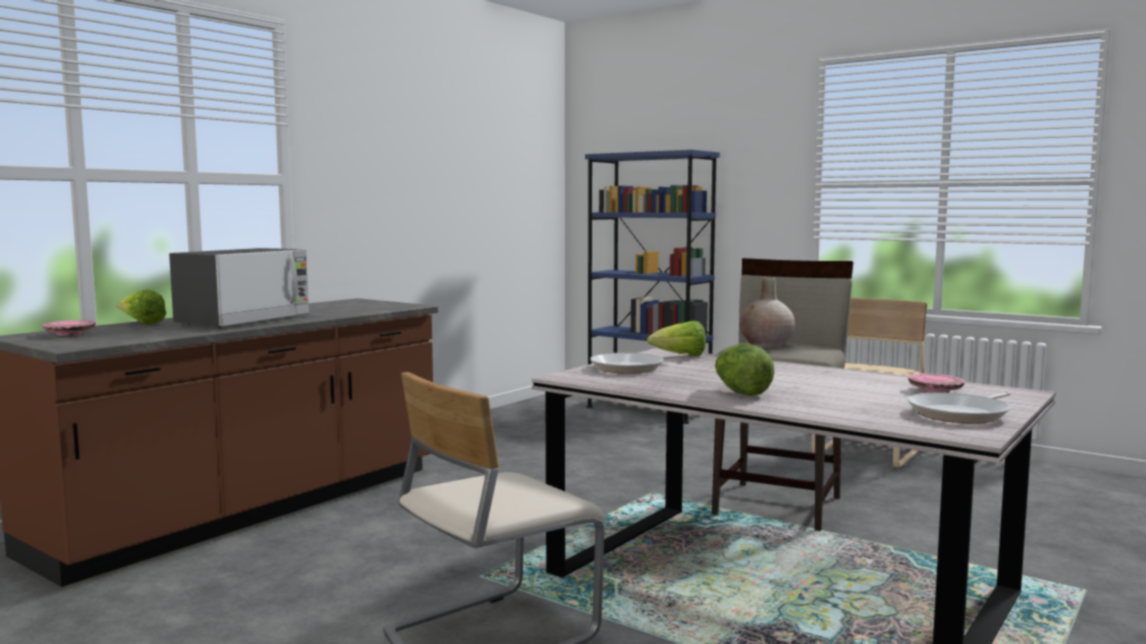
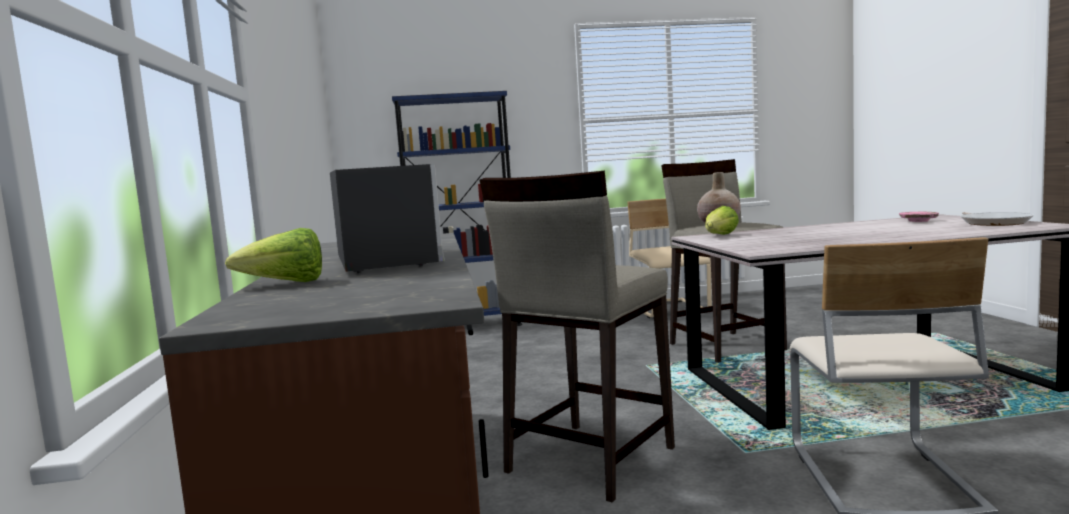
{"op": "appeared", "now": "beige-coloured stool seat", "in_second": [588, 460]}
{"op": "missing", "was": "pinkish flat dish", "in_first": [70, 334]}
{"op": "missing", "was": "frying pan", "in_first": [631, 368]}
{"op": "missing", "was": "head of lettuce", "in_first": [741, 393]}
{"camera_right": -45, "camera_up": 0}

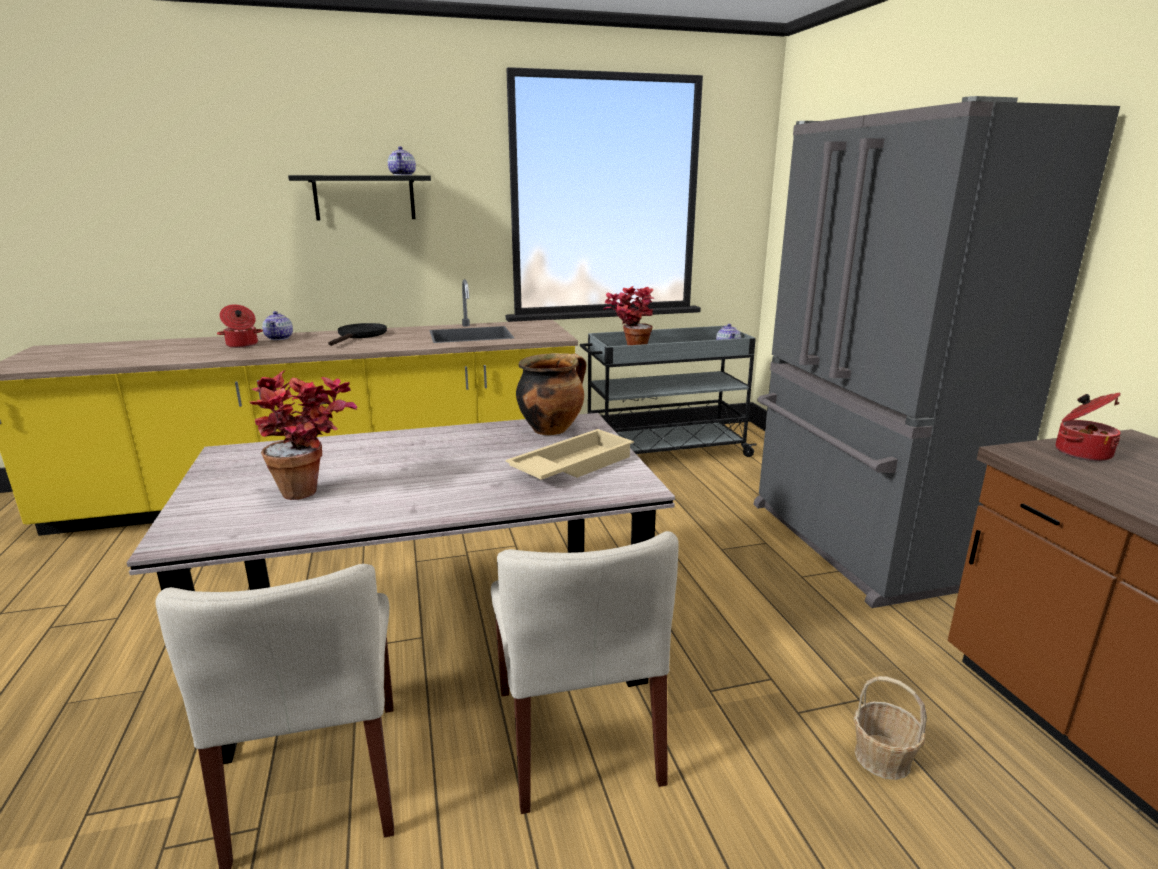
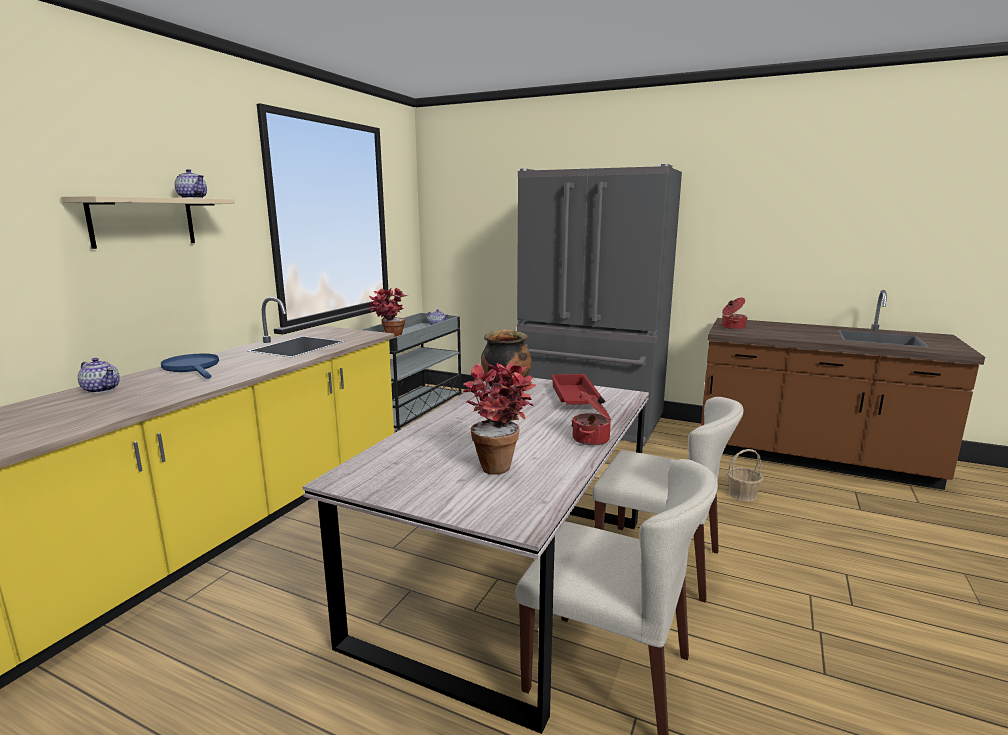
{"op": "colour", "was": "black-coloured bracket shelf", "now": "beige-coloured bracket shelf", "in_first": [364, 198], "in_second": [143, 222]}
{"op": "colour", "was": "black-coloured frying pan", "now": "bluish frying pan", "in_first": [359, 335], "in_second": [193, 368]}
{"op": "colour", "was": "beige-coloured serving tray", "now": "red serving tray", "in_first": [571, 465], "in_second": [573, 397]}
{"op": "relocated", "was": "cooking pot", "in_first": [242, 345], "in_second": [592, 439]}
{"camera_right": -50, "camera_up": -5}

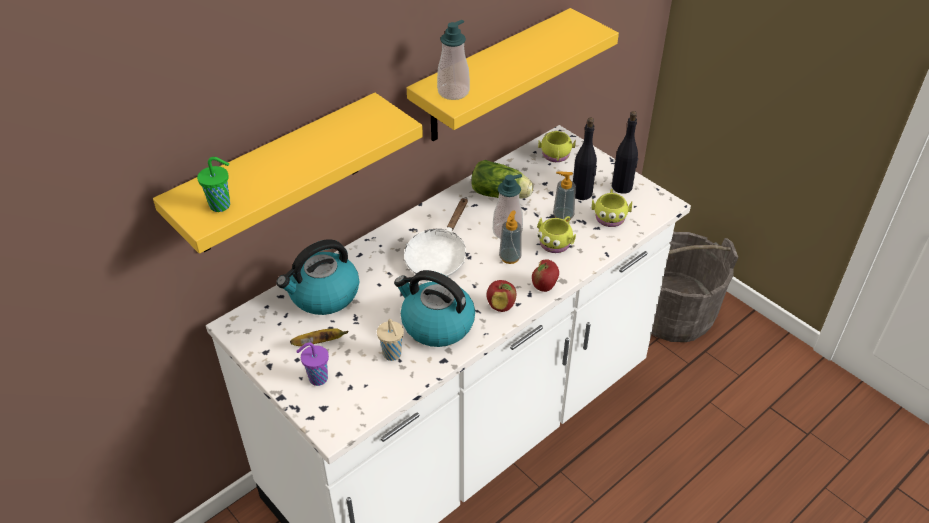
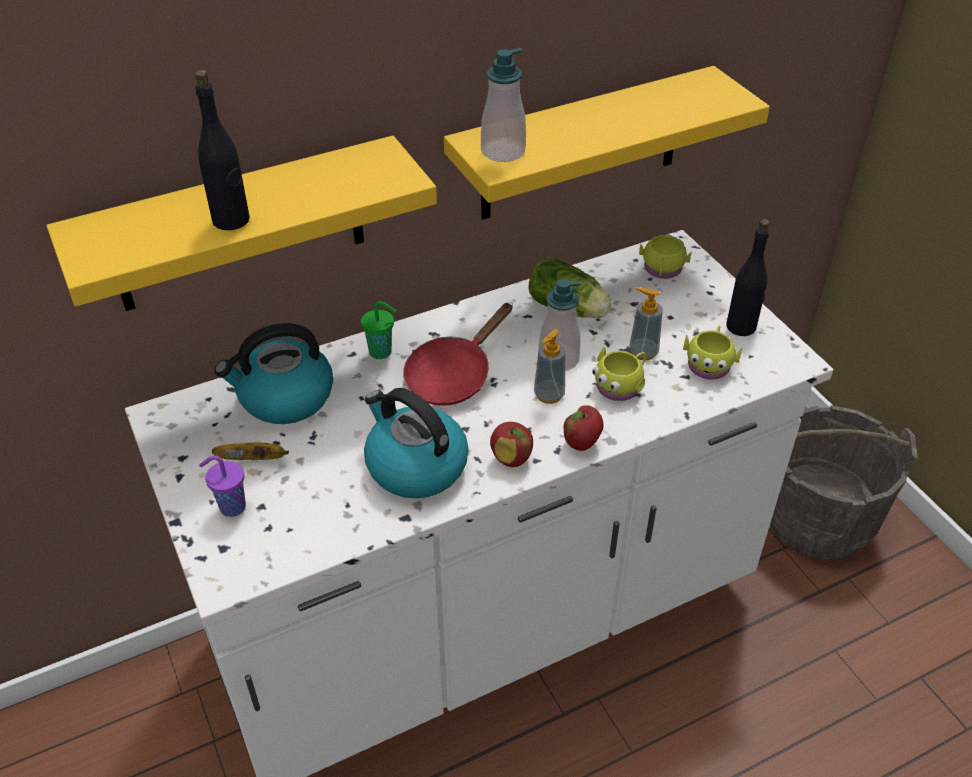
{"op": "relocated", "was": "black-coloured bottle", "in_first": [582, 193], "in_second": [231, 220]}
{"op": "relocated", "was": "green small cup", "in_first": [221, 205], "in_second": [382, 352]}
{"op": "colour", "was": "white frying pan", "now": "red frying pan", "in_first": [438, 256], "in_second": [453, 375]}
{"op": "missing", "was": "beige-coloured small cup", "in_first": [392, 355]}
{"camera_right": 15, "camera_up": 0}

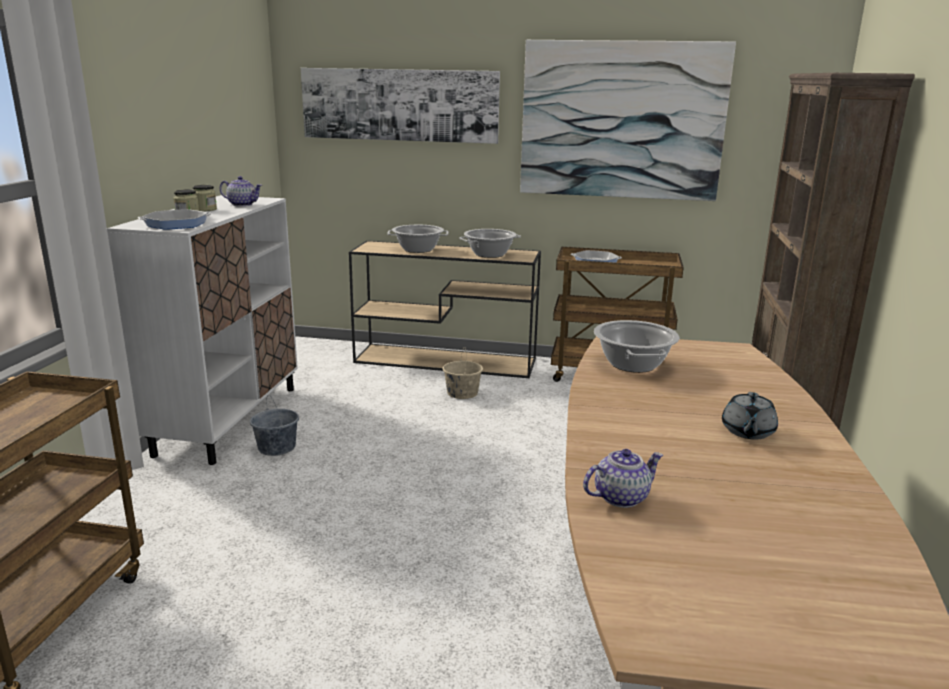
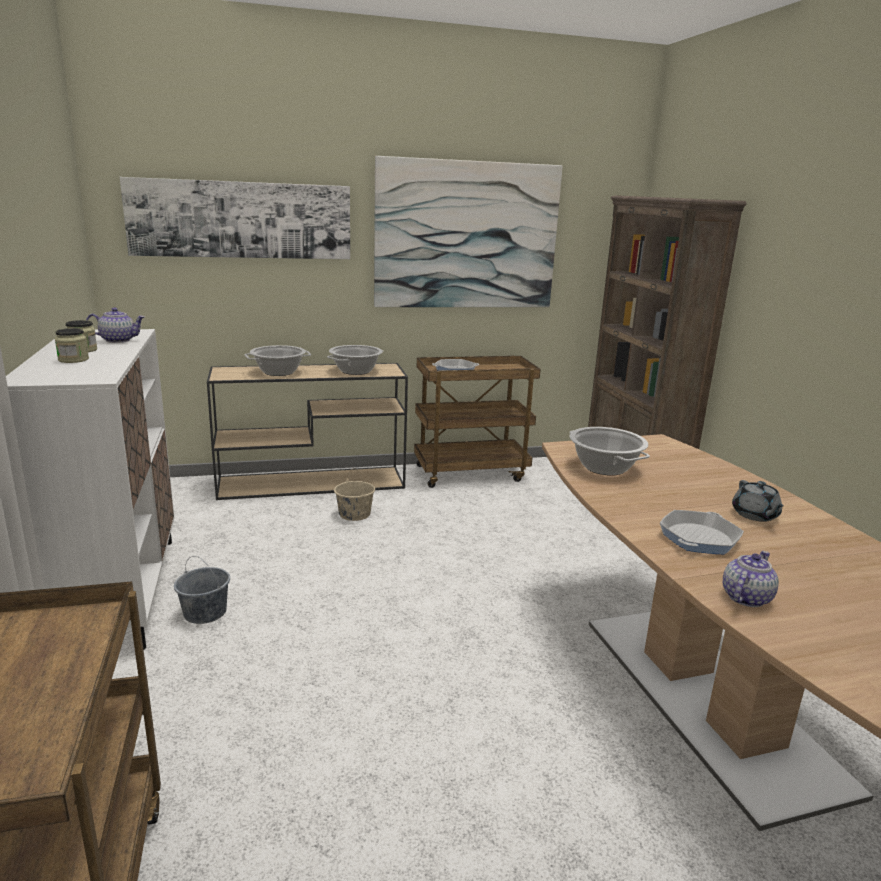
{"op": "relocated", "was": "frying pan", "in_first": [176, 224], "in_second": [699, 538]}
{"camera_right": -25, "camera_up": 0}

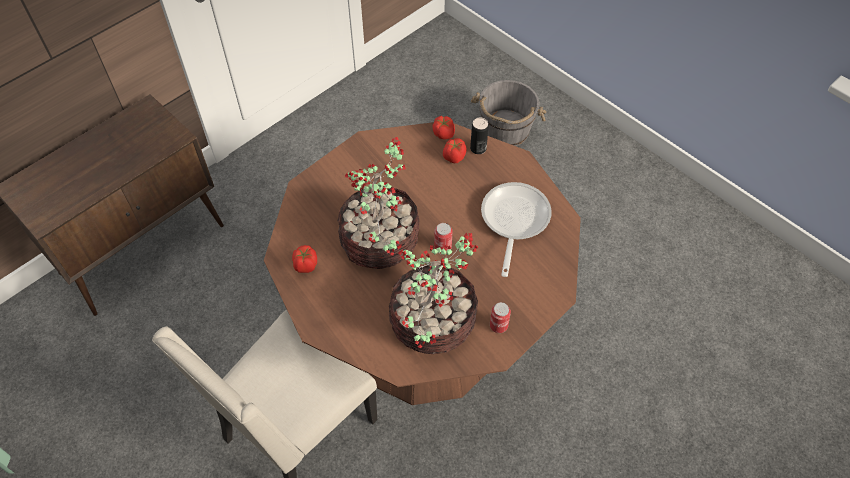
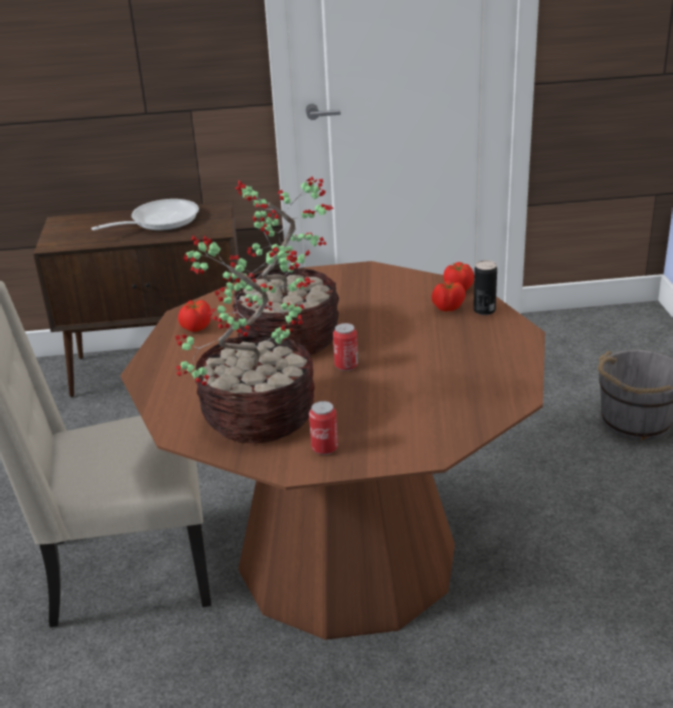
{"op": "relocated", "was": "frying pan", "in_first": [513, 221], "in_second": [159, 221]}
{"camera_right": 40, "camera_up": -25}

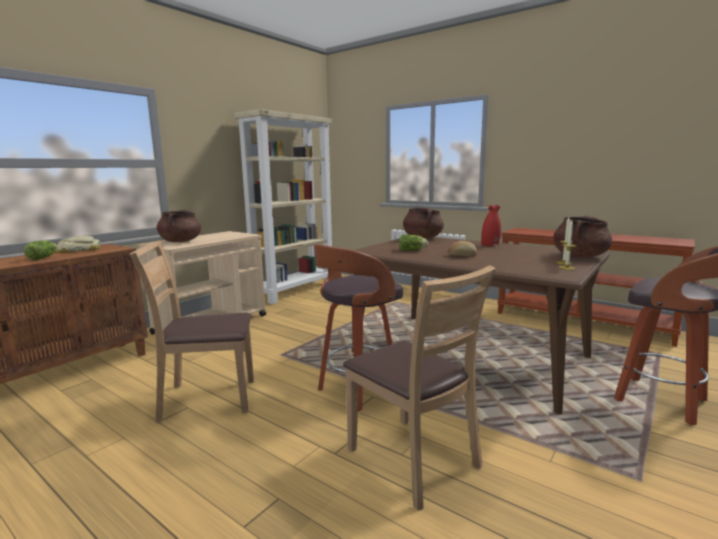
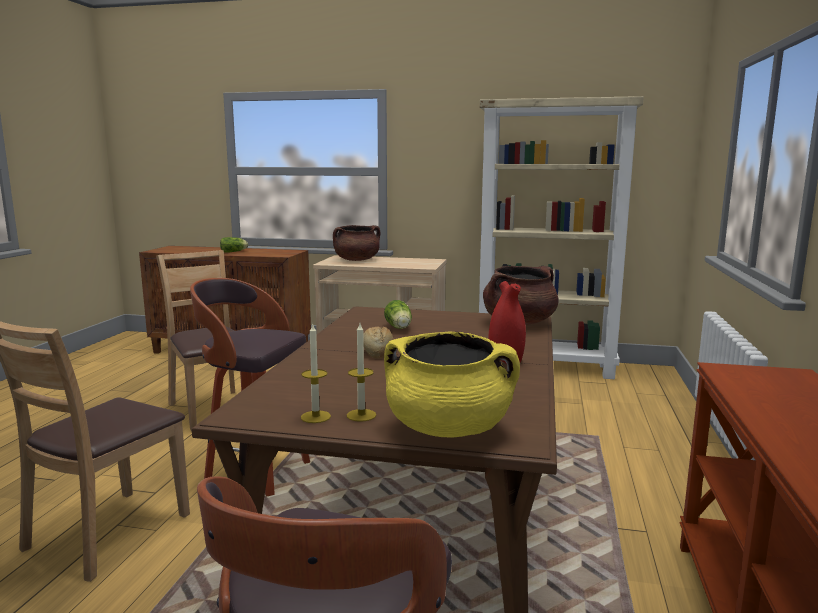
{"op": "colour", "was": "brown-coloured cooking pot", "now": "yellowish cooking pot", "in_first": [580, 256], "in_second": [449, 428]}
{"op": "missing", "was": "bread", "in_first": [79, 250]}
{"camera_right": 65, "camera_up": 0}

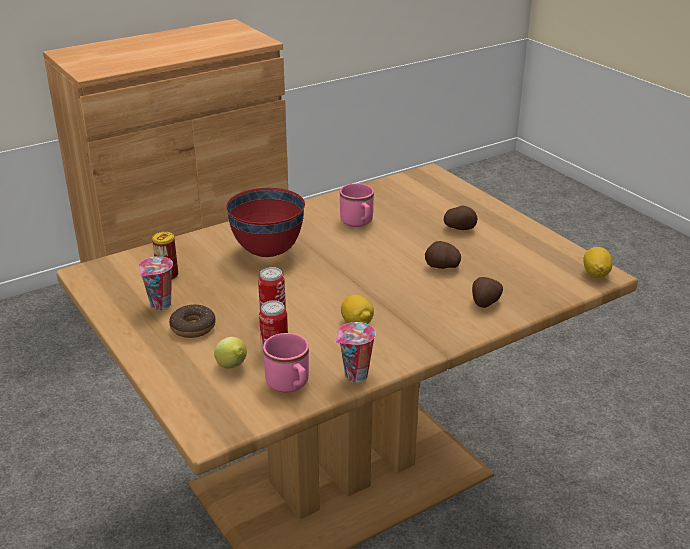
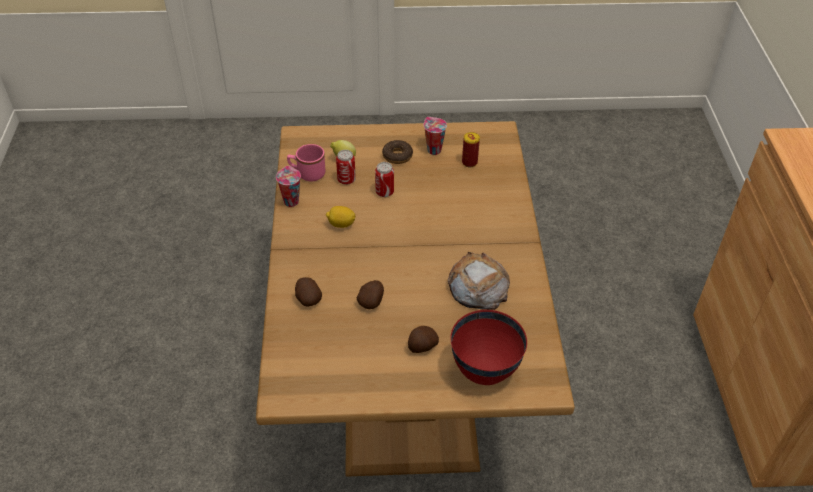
{"op": "exchanged", "was": "pinkish mug", "now": "bread", "in_first": [358, 223], "in_second": [477, 286]}
{"op": "relocated", "was": "red deep dish", "in_first": [268, 252], "in_second": [485, 370]}
{"op": "missing", "was": "whole lemon", "in_first": [595, 274]}
{"camera_right": 120, "camera_up": 15}

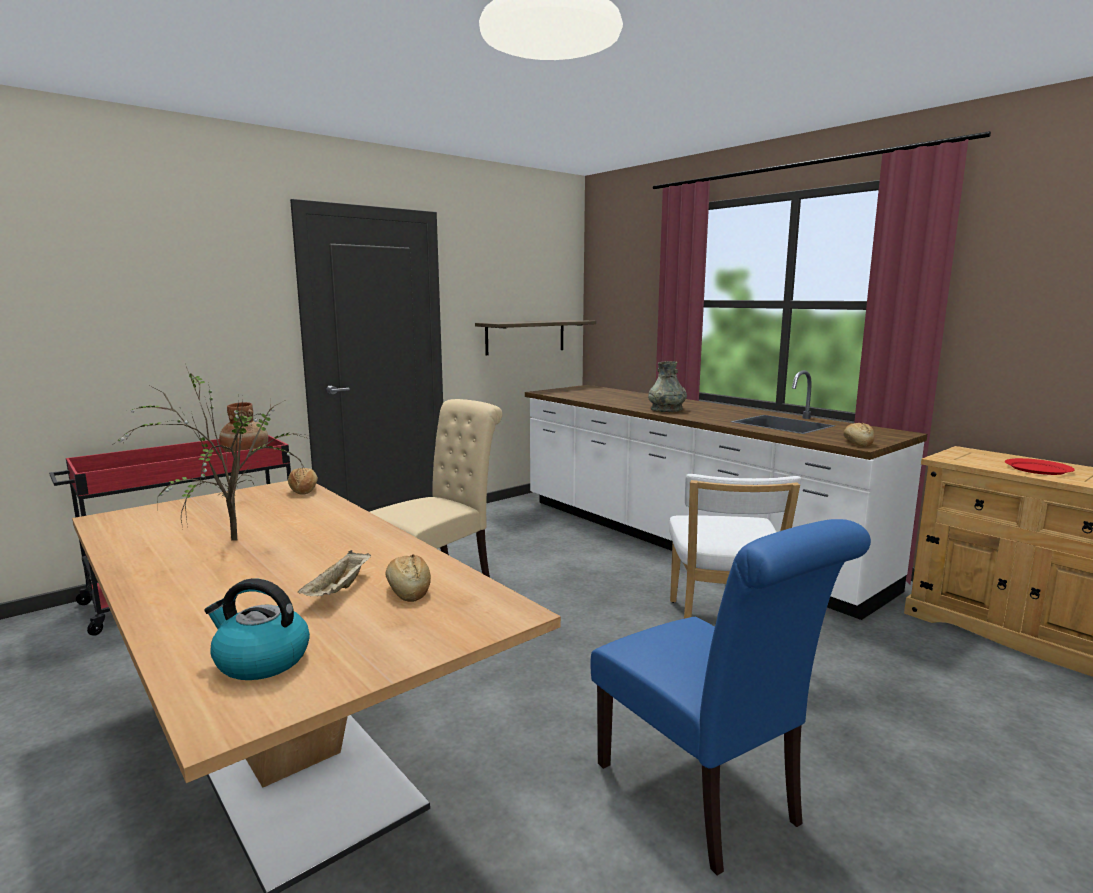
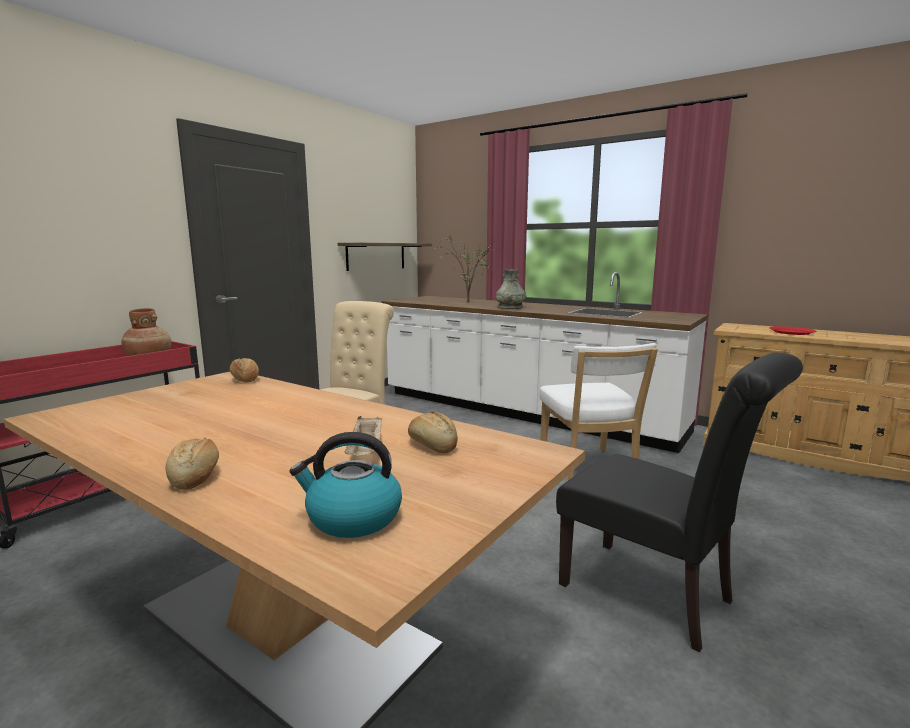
{"op": "relocated", "was": "bread", "in_first": [858, 443], "in_second": [195, 477]}
{"op": "relocated", "was": "plant in a pot", "in_first": [229, 539], "in_second": [465, 302]}
{"op": "colour", "was": "bluish upright chair", "now": "black-coloured upright chair", "in_first": [705, 799], "in_second": [655, 596]}
{"camera_right": -15, "camera_up": 0}

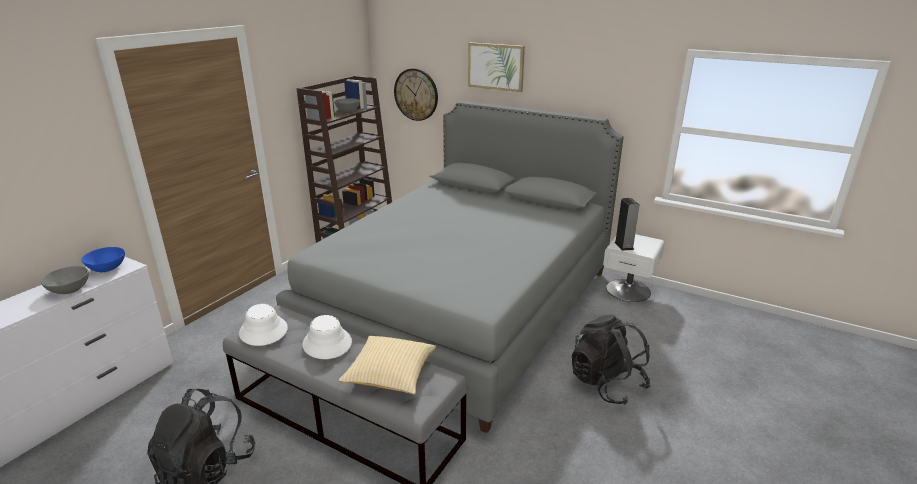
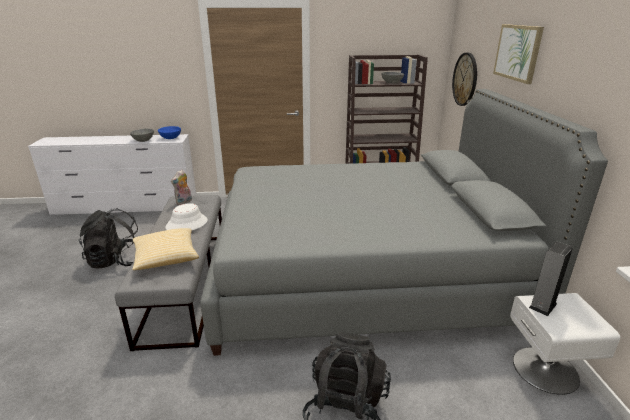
{"op": "exchanged", "was": "white hat", "now": "plush toy", "in_first": [263, 331], "in_second": [184, 202]}
{"camera_right": 55, "camera_up": 0}

